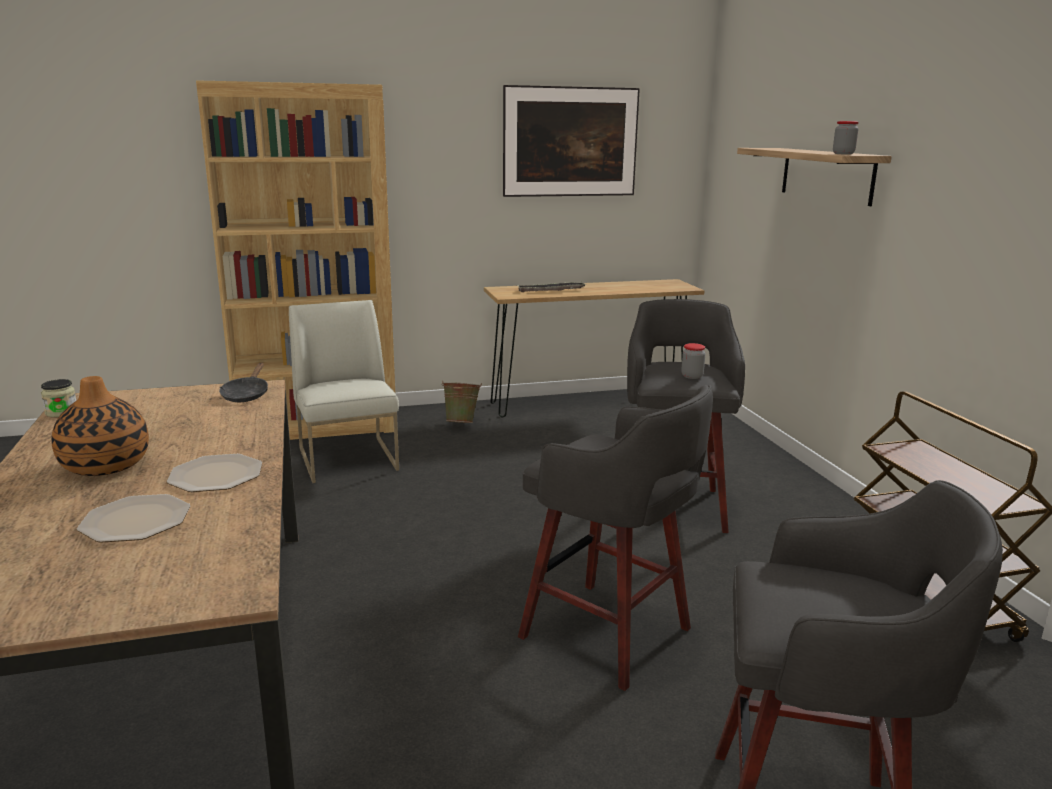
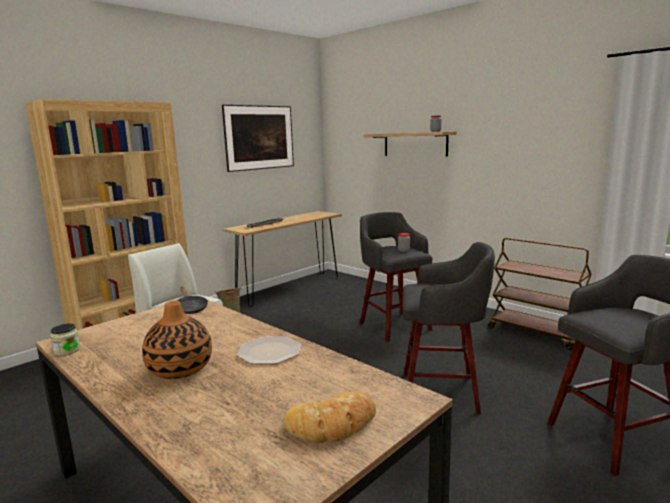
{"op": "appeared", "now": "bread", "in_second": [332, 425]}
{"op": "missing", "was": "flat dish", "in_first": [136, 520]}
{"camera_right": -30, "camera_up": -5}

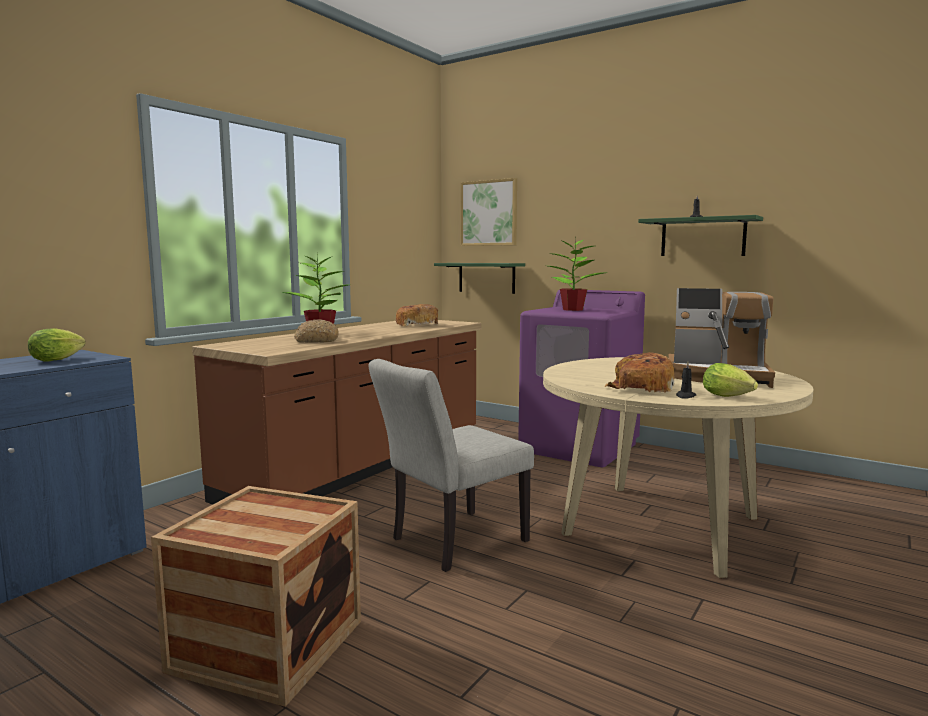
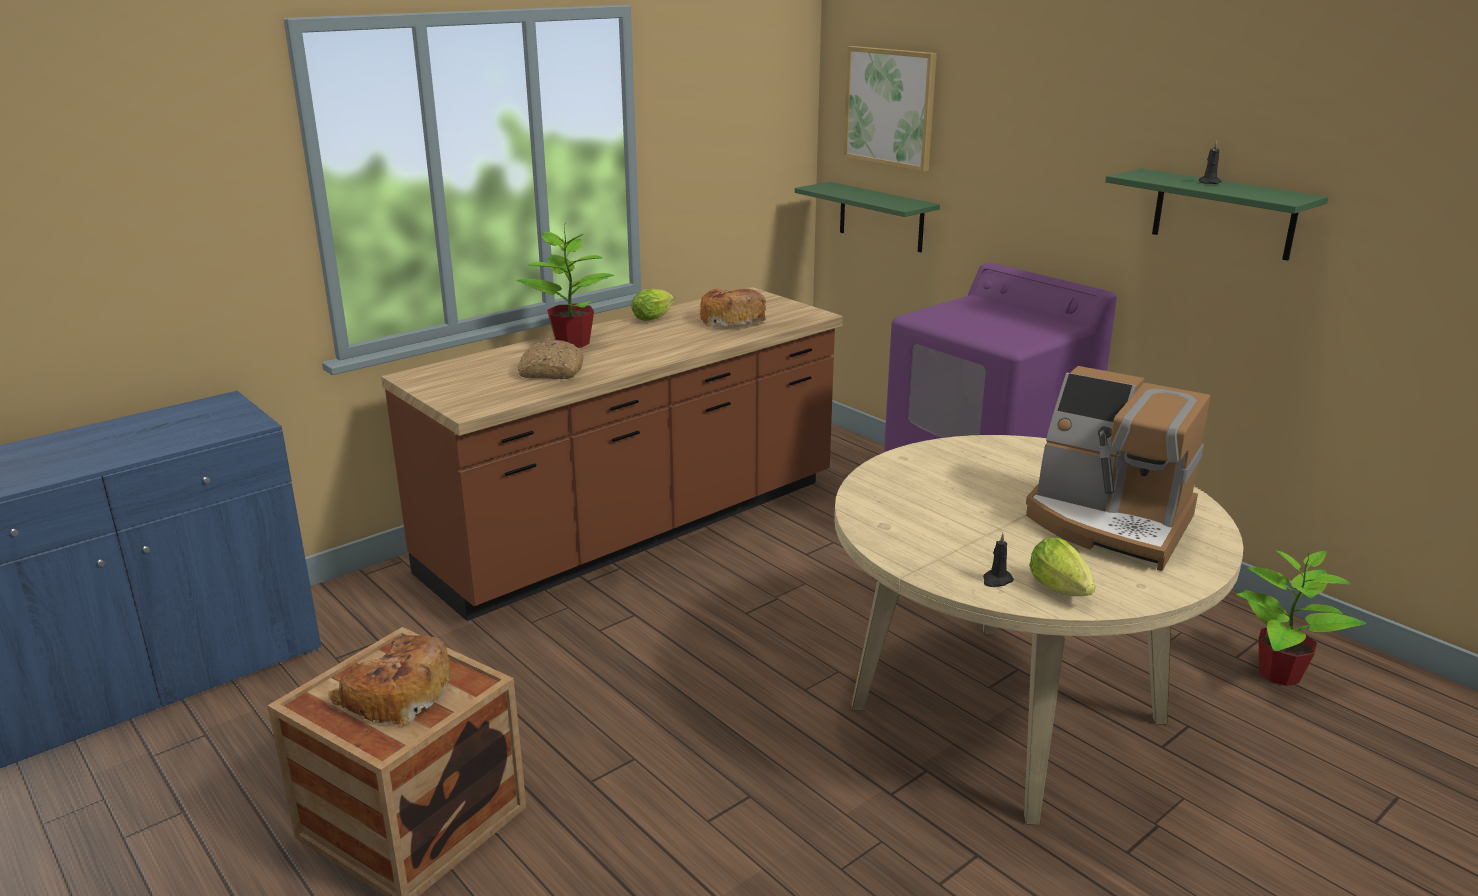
{"op": "relocated", "was": "bread", "in_first": [638, 387], "in_second": [395, 694]}
{"op": "relocated", "was": "head of lettuce", "in_first": [59, 359], "in_second": [654, 318]}
{"op": "relocated", "was": "plant in a pot", "in_first": [572, 309], "in_second": [1278, 674]}
{"op": "missing", "was": "grey upright chair", "in_first": [451, 542]}
{"camera_right": 15, "camera_up": 15}

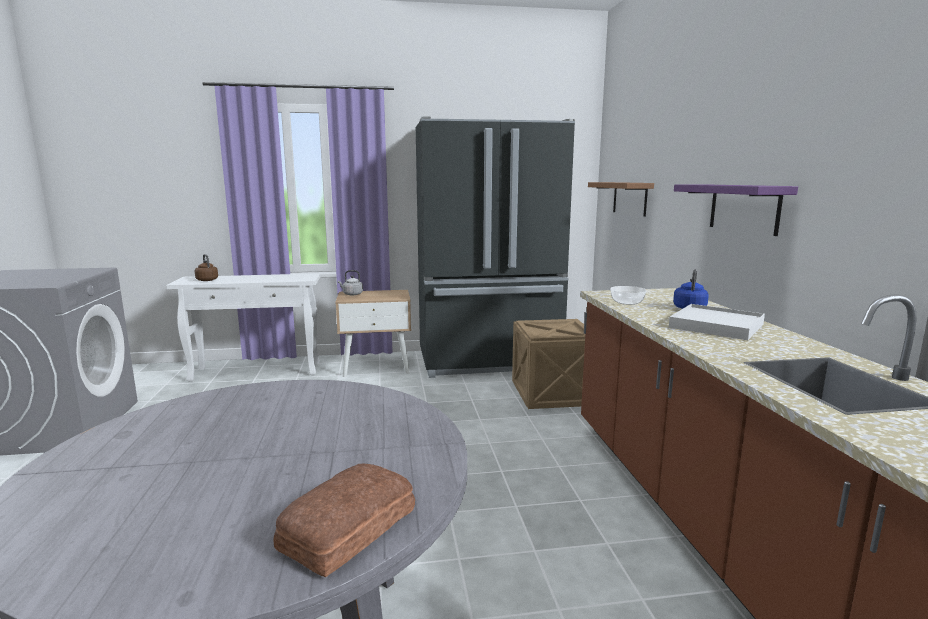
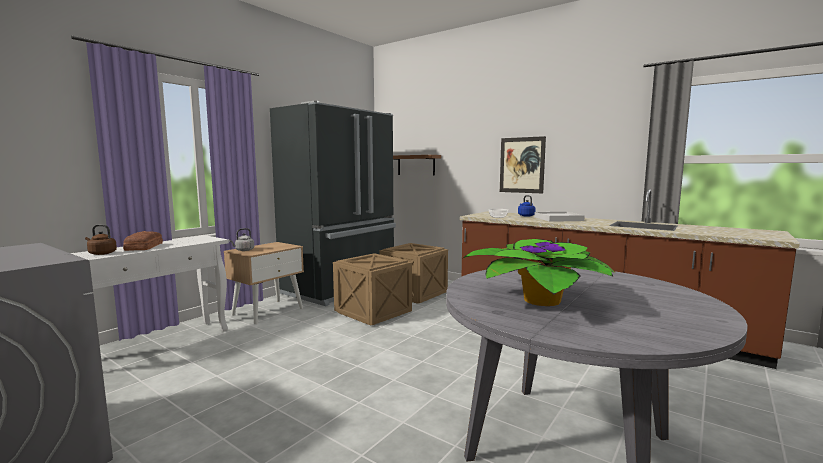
{"op": "relocated", "was": "bread", "in_first": [345, 529], "in_second": [143, 247]}
{"op": "appeared", "now": "shipping crate", "in_second": [372, 312]}
{"op": "appeared", "now": "plant in a pot", "in_second": [537, 300]}
{"op": "exchanged", "was": "purple bracket shelf", "now": "wall art", "in_first": [744, 208], "in_second": [521, 165]}
{"camera_right": -45, "camera_up": -5}

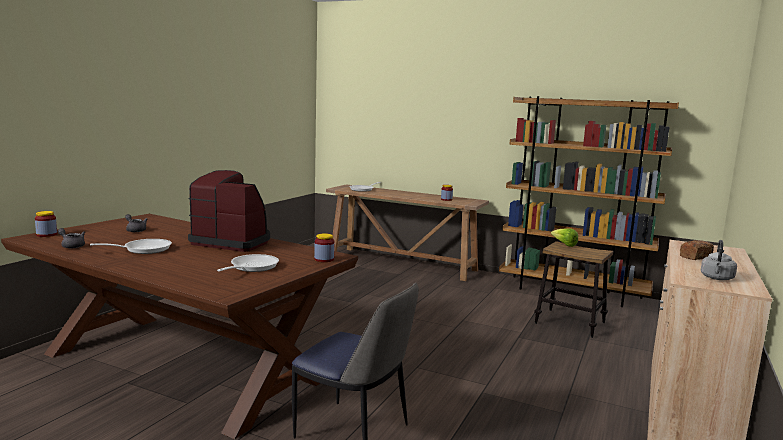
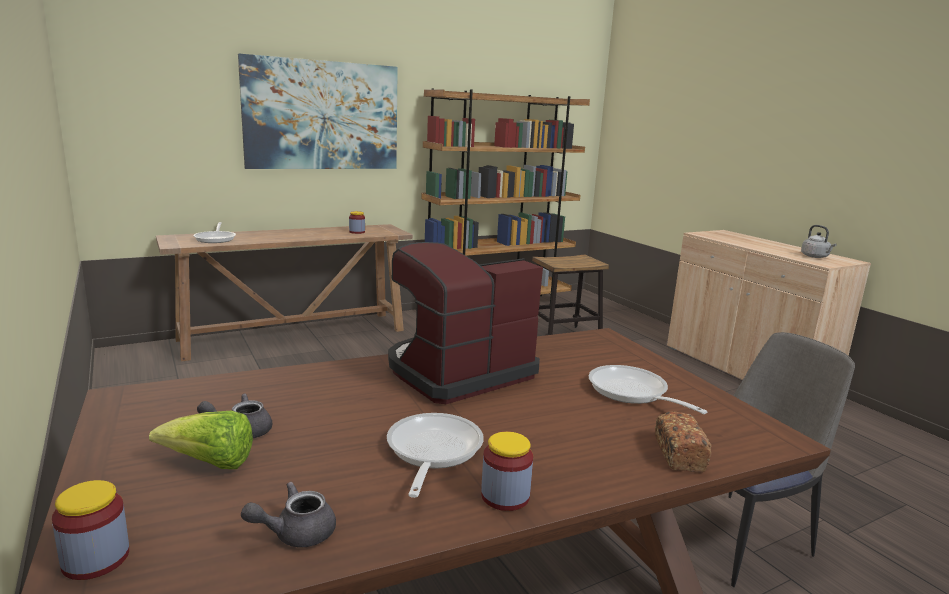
{"op": "relocated", "was": "head of lettuce", "in_first": [564, 244], "in_second": [210, 464]}
{"op": "appeared", "now": "wall art", "in_second": [322, 115]}
{"op": "relocated", "was": "preserve jar", "in_first": [324, 259], "in_second": [505, 496]}
{"op": "relocated", "was": "bread", "in_first": [695, 257], "in_second": [678, 454]}
{"camera_right": -55, "camera_up": 5}

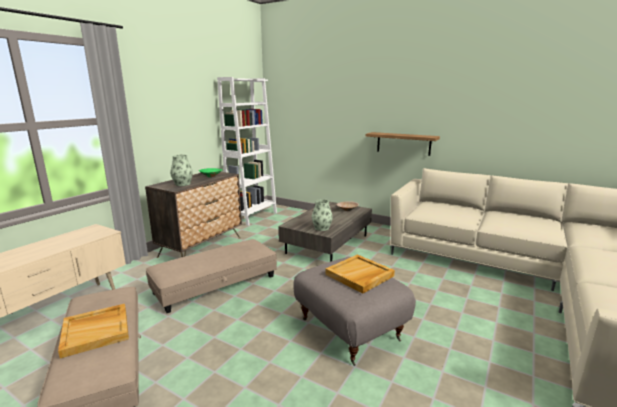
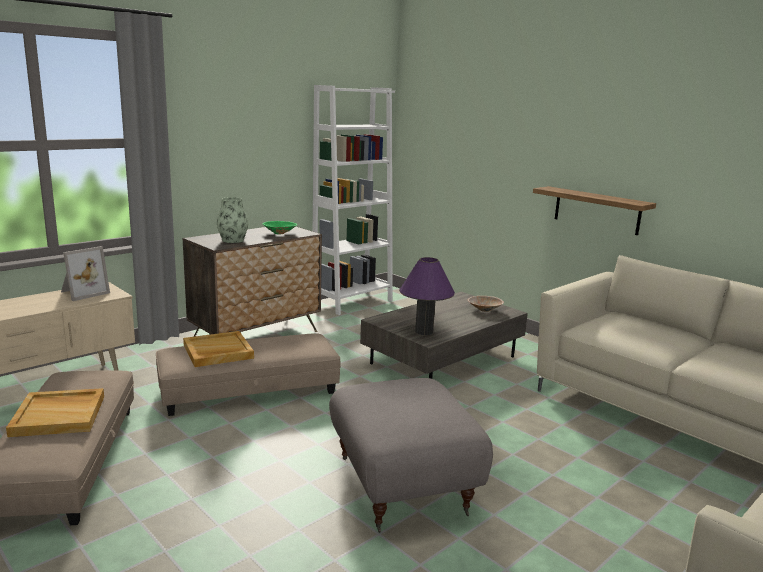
{"op": "appeared", "now": "standing frame", "in_second": [83, 293]}
{"op": "relocated", "was": "beige-coloured serving tray", "in_first": [359, 275], "in_second": [217, 352]}
{"op": "exchanged", "was": "flower vase", "now": "purple lamp for a table", "in_first": [321, 228], "in_second": [424, 331]}
{"camera_right": 15, "camera_up": 0}

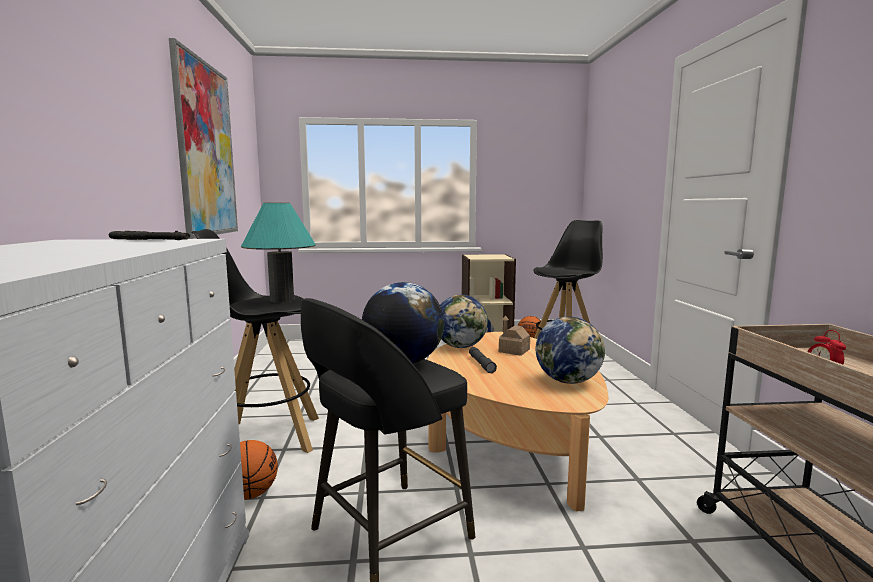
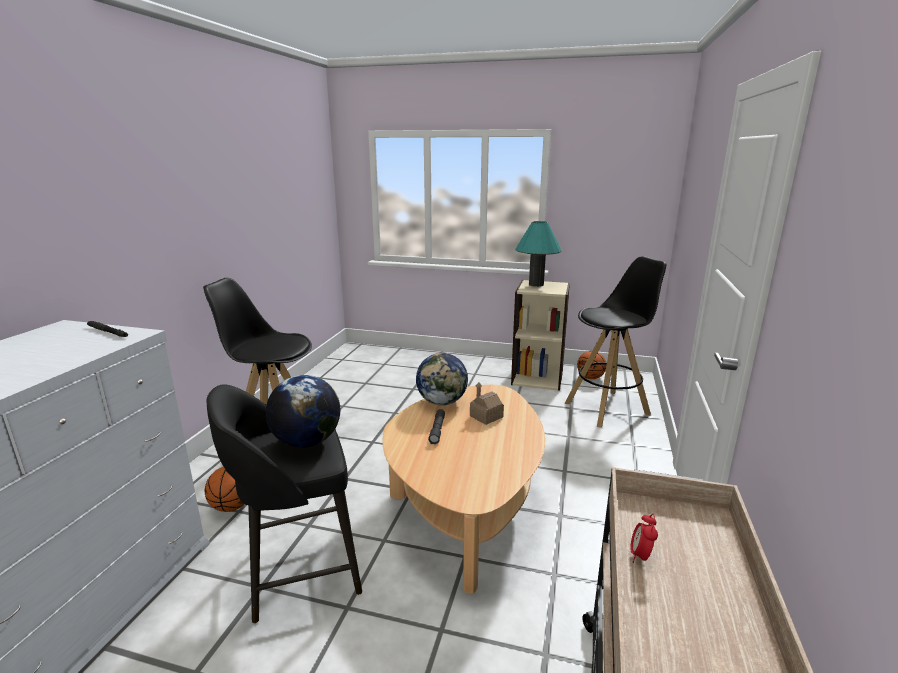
{"op": "relocated", "was": "turquoise-coloured lamp for a table", "in_first": [282, 300], "in_second": [536, 284]}
{"op": "missing", "was": "wall art", "in_first": [206, 150]}
{"op": "missing", "was": "world globe", "in_first": [568, 381]}
{"camera_right": 20, "camera_up": 10}

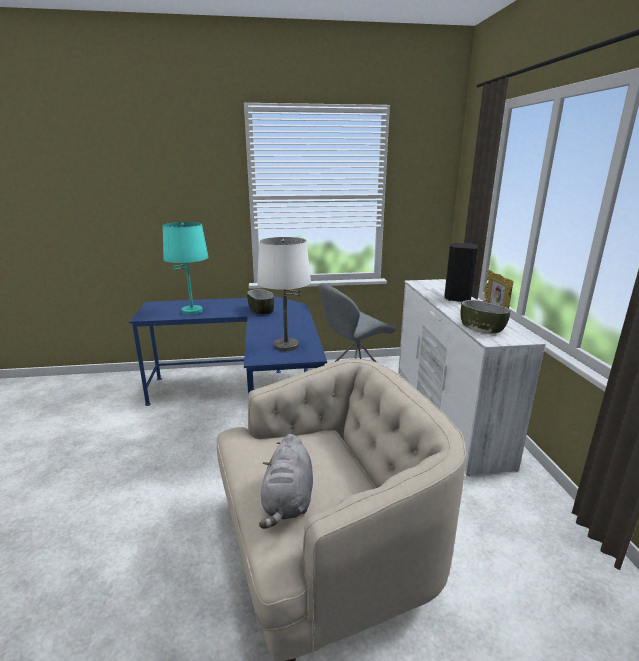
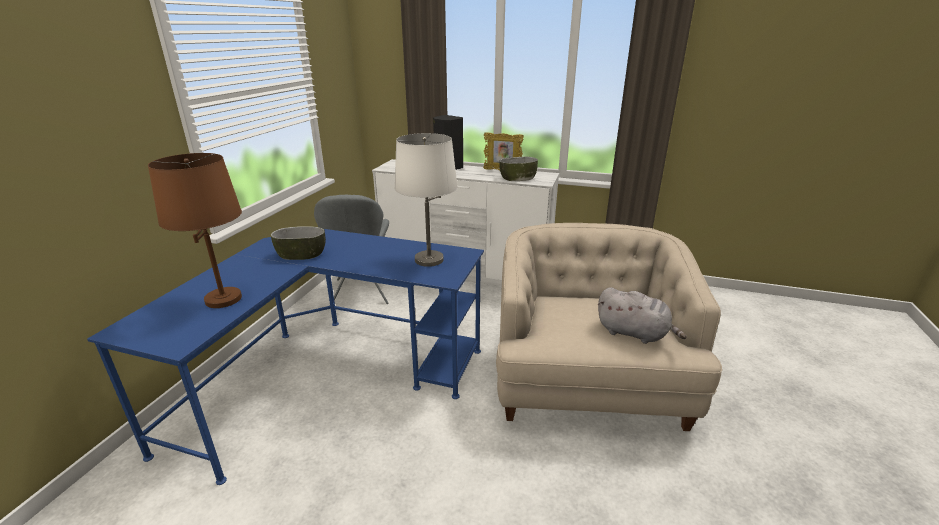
{"op": "colour", "was": "turquoise-coloured lamp for a table", "now": "brown-coloured lamp for a table", "in_first": [192, 311], "in_second": [223, 299]}
{"camera_right": -65, "camera_up": 5}

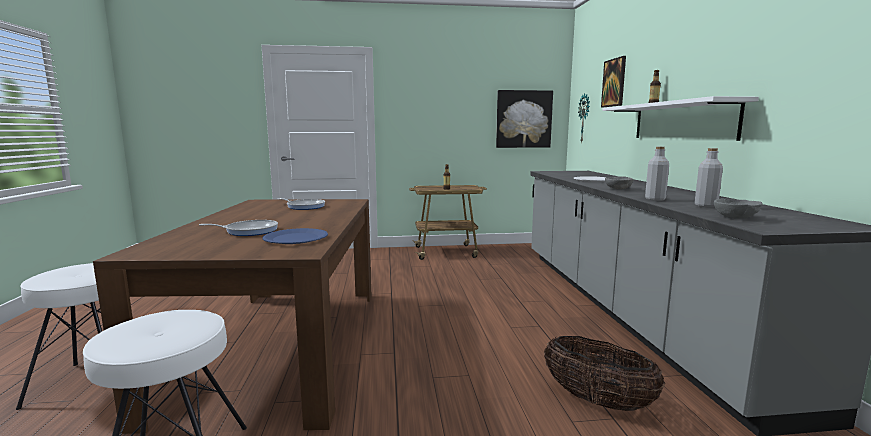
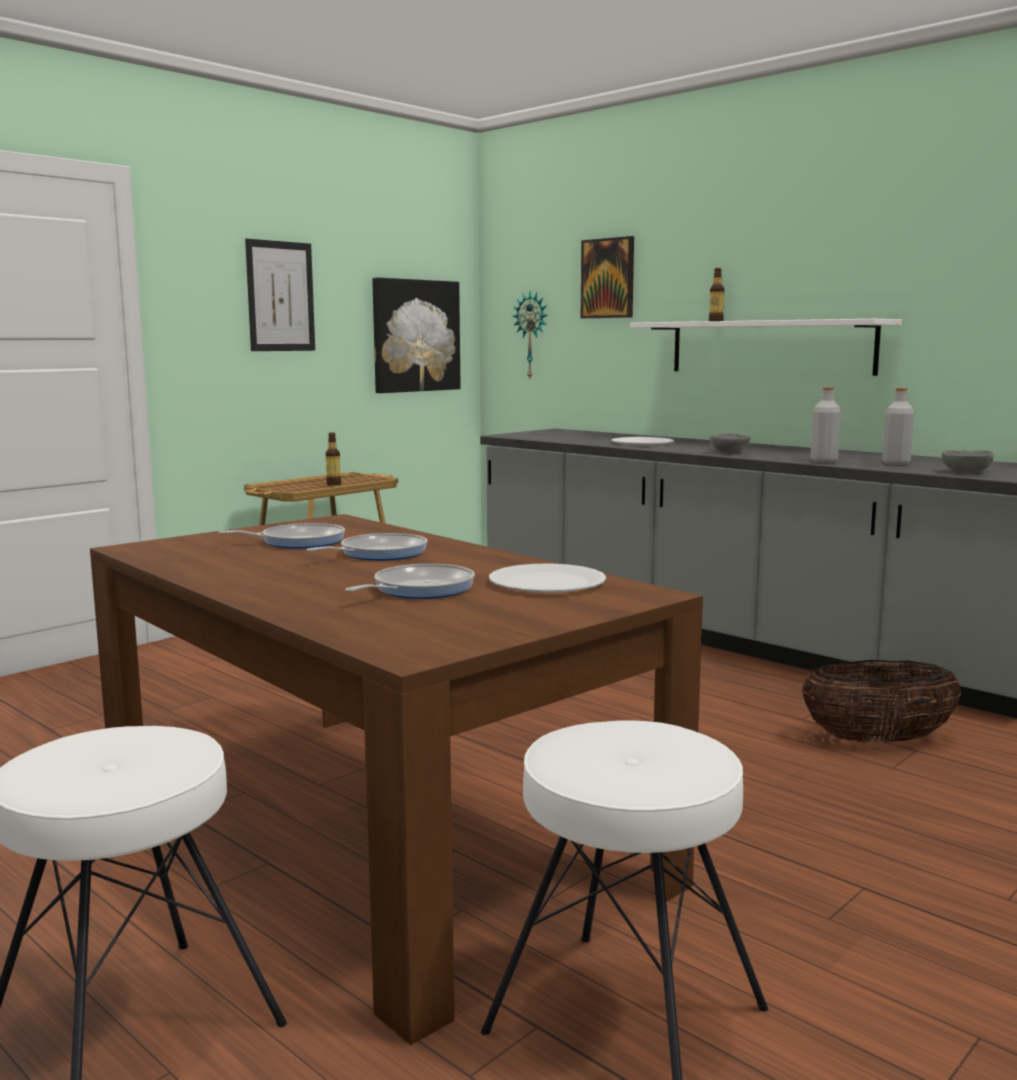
{"op": "appeared", "now": "wall art", "in_second": [280, 296]}
{"op": "appeared", "now": "frying pan", "in_second": [379, 553]}
{"op": "colour", "was": "bluish flat dish", "now": "white flat dish", "in_first": [295, 238], "in_second": [546, 582]}
{"camera_right": -40, "camera_up": 0}

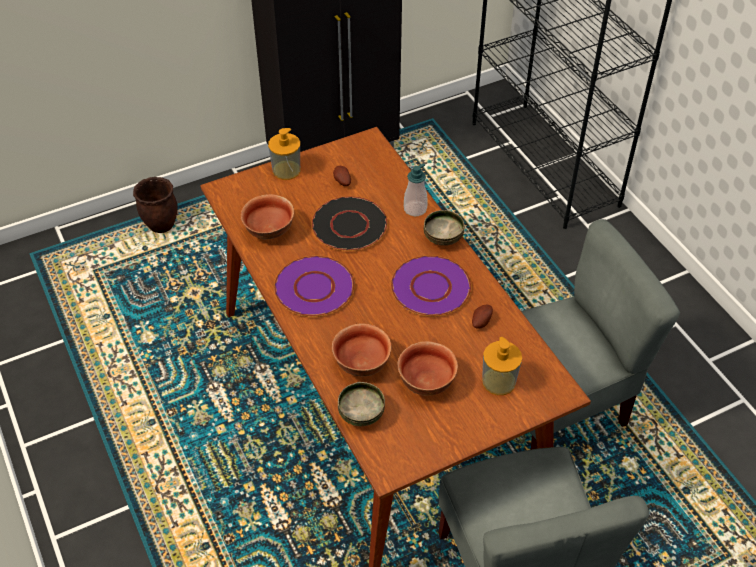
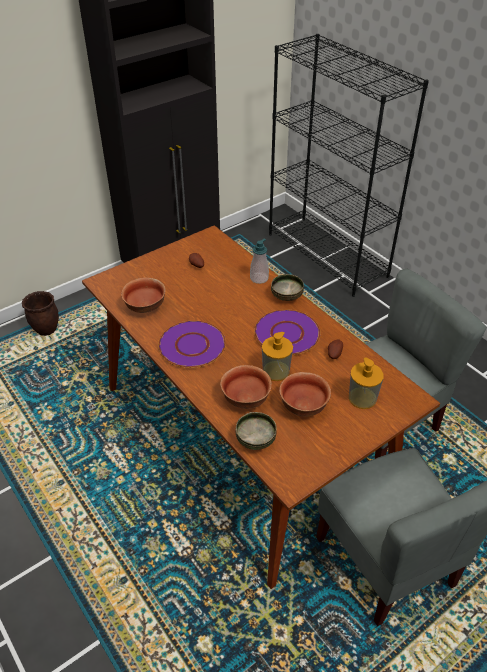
{"op": "relocated", "was": "soap dispenser", "in_first": [286, 170], "in_second": [276, 371]}
{"op": "missing", "was": "black-coloured flat dish", "in_first": [349, 225]}
{"camera_right": -10, "camera_up": -5}

